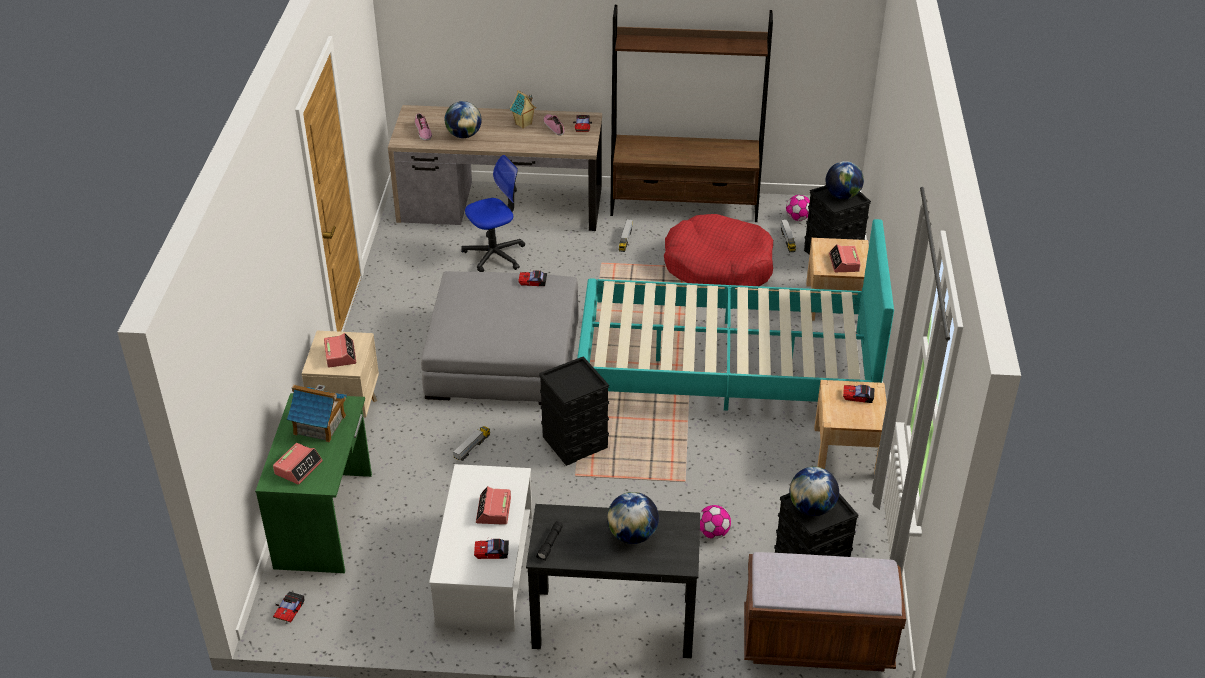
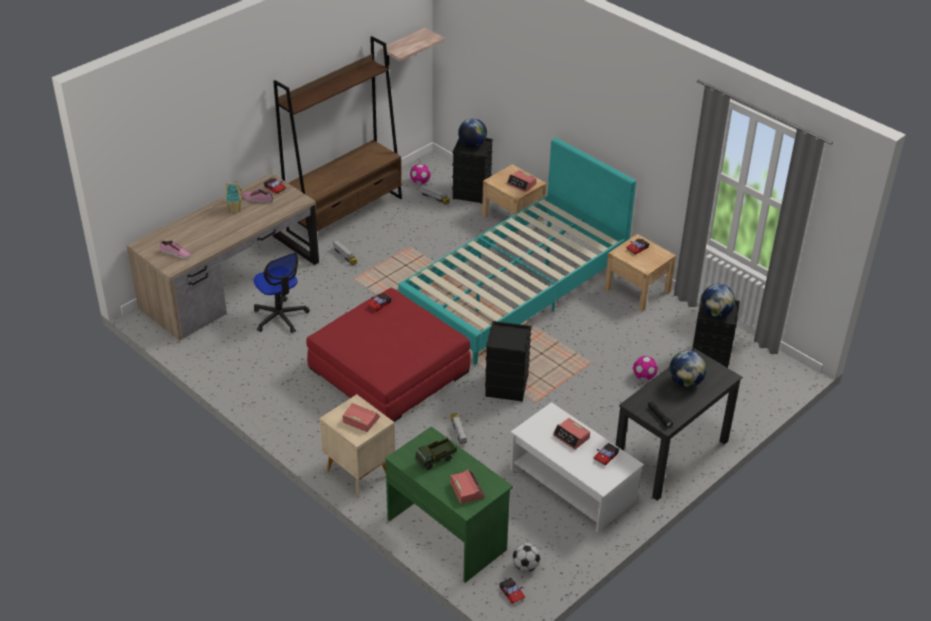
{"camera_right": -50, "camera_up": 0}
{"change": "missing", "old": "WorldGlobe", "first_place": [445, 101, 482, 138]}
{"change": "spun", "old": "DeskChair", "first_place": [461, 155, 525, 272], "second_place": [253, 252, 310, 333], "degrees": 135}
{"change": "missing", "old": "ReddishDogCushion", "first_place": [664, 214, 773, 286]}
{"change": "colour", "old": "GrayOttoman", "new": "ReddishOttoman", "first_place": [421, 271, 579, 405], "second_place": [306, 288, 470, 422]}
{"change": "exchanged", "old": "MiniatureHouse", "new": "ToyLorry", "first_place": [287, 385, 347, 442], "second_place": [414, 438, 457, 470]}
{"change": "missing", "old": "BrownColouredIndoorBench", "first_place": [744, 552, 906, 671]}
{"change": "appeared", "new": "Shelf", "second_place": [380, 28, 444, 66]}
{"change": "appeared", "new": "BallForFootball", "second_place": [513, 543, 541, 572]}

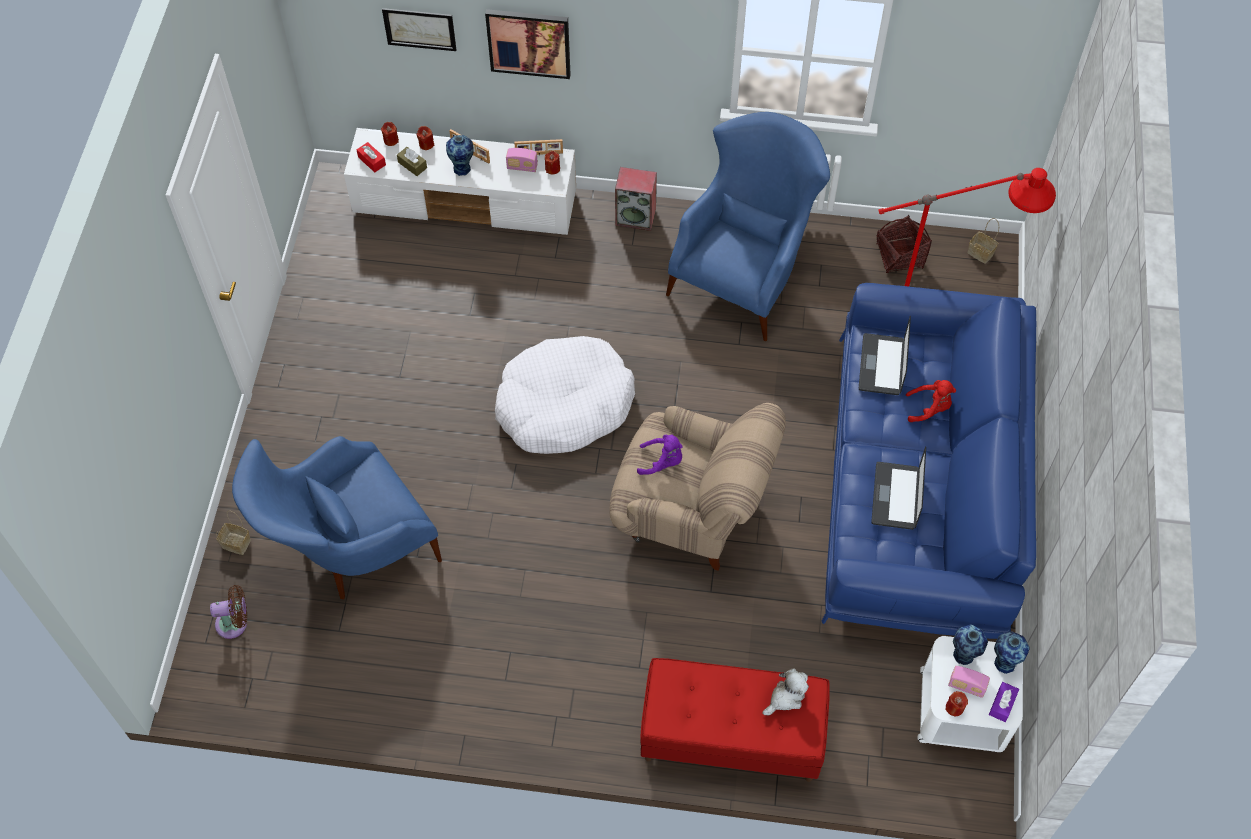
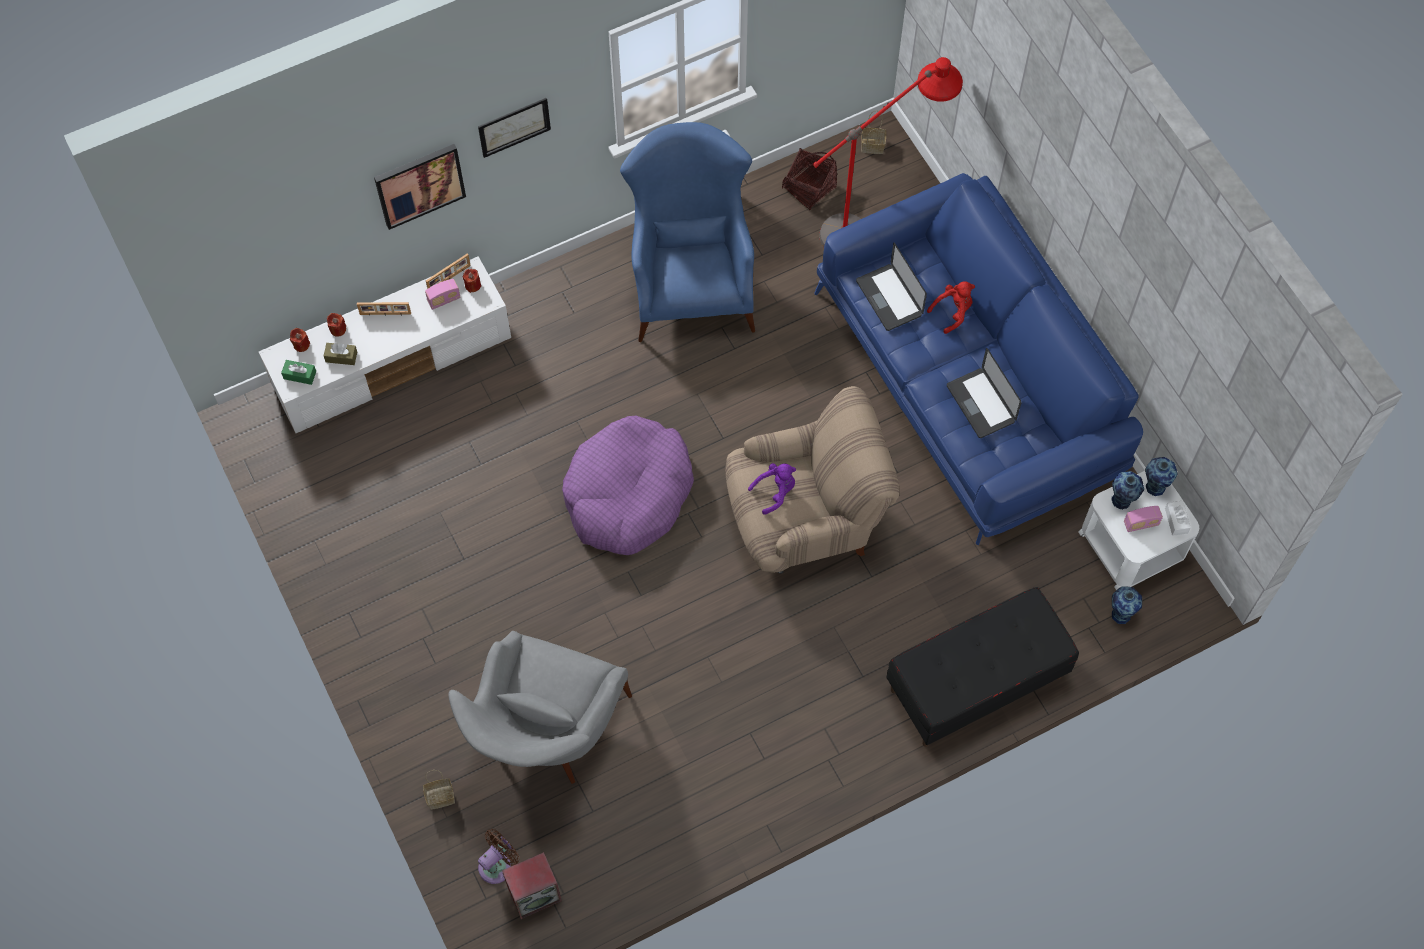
{"camera_right": -35, "camera_up": 5}
{"change": "relocated", "old": "WallPicture", "first_place": [382, 8, 456, 51], "second_place": [478, 98, 551, 158]}
{"change": "relocated", "old": "Vase", "first_place": [446, 135, 474, 176], "second_place": [1112, 586, 1142, 624]}
{"change": "colour", "old": "ReddishTissueHolder", "new": "GreenTissueHolder", "first_place": [357, 142, 386, 172], "second_place": [281, 360, 316, 385]}
{"change": "relocated", "old": "Speaker", "first_place": [615, 167, 657, 231], "second_place": [502, 852, 562, 919]}
{"change": "colour", "old": "WhiteDogCushion", "new": "PurplishDogCushion", "first_place": [495, 336, 635, 454], "second_place": [562, 416, 694, 555]}
{"change": "colour", "old": "BlueColouredLoungeChair", "new": "GrayLoungeChair", "first_place": [232, 436, 442, 599], "second_place": [449, 631, 632, 784]}
{"change": "colour", "old": "ReddishIndoorBench", "new": "BlackIndoorBench", "first_place": [640, 658, 830, 782], "second_place": [886, 587, 1079, 747]}
{"change": "missing", "old": "PlushToy", "first_place": [762, 668, 809, 715]}
{"change": "colour", "old": "PurplishTissueHolder", "new": "WhiteTissueHolder", "first_place": [989, 682, 1019, 722], "second_place": [1165, 501, 1191, 536]}
{"change": "missing", "old": "ReddishCandle", "first_place": [945, 691, 968, 716]}

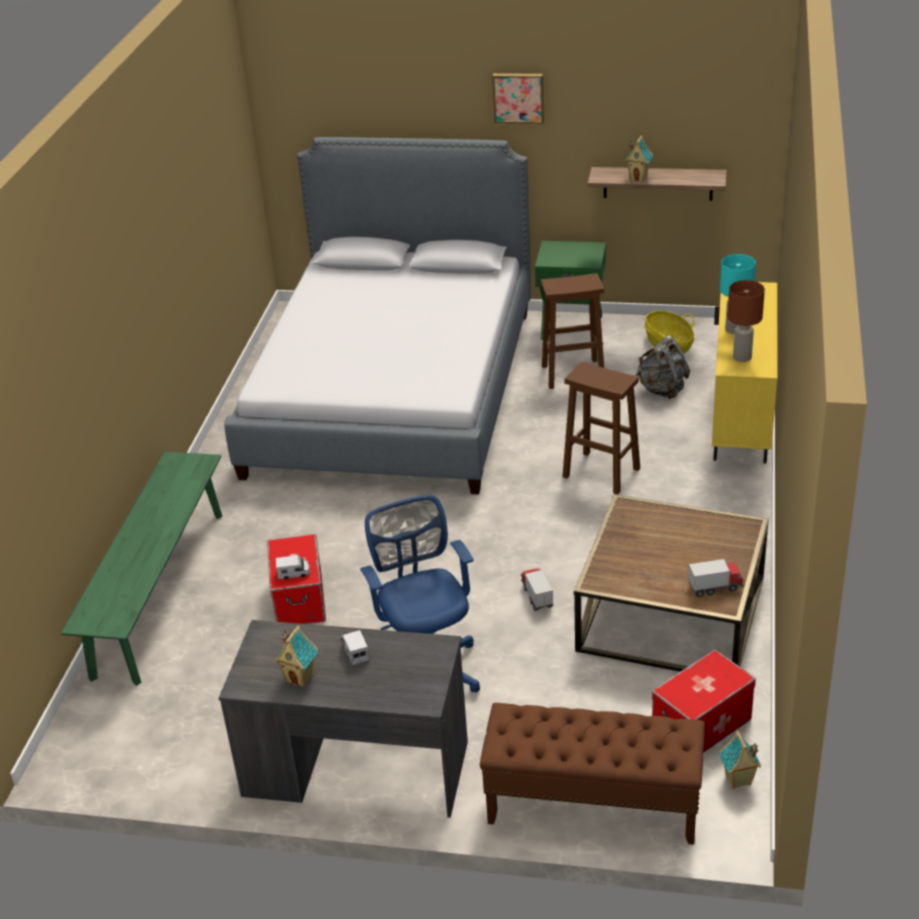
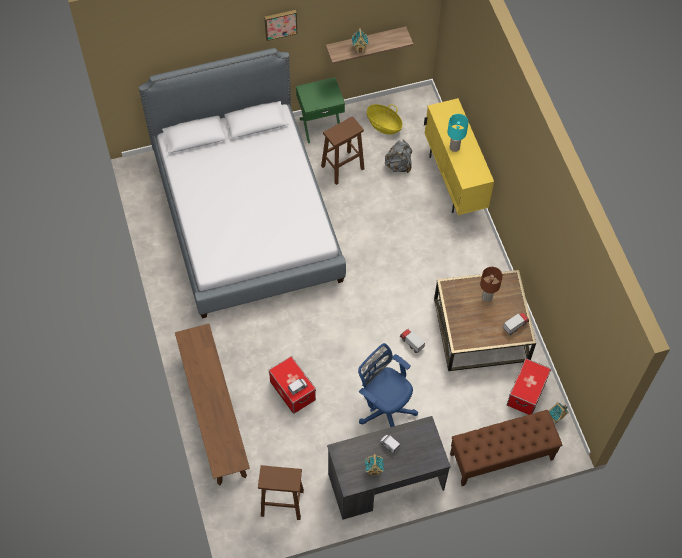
{"camera_right": -30, "camera_up": 25}
{"change": "relocated", "old": "BrownColouredTabletopLamp", "first_place": [728, 280, 765, 362], "second_place": [480, 267, 503, 302]}
{"change": "relocated", "old": "BrownColouredStoolSeat", "first_place": [562, 362, 640, 495], "second_place": [258, 465, 304, 520]}
{"change": "colour", "old": "GreenIndoorBench", "new": "BrownColouredIndoorBench", "first_place": [61, 452, 222, 686], "second_place": [175, 324, 250, 485]}

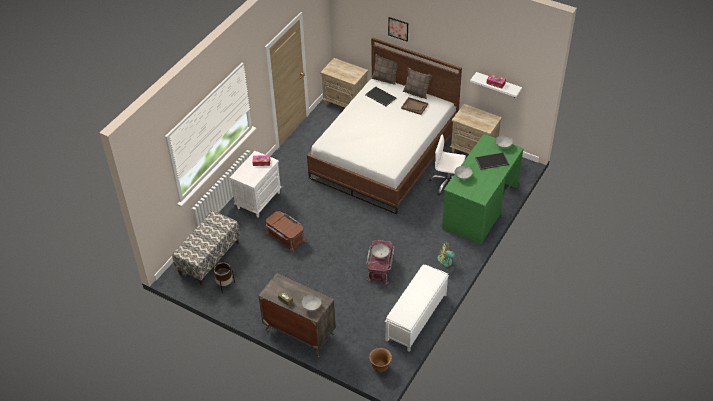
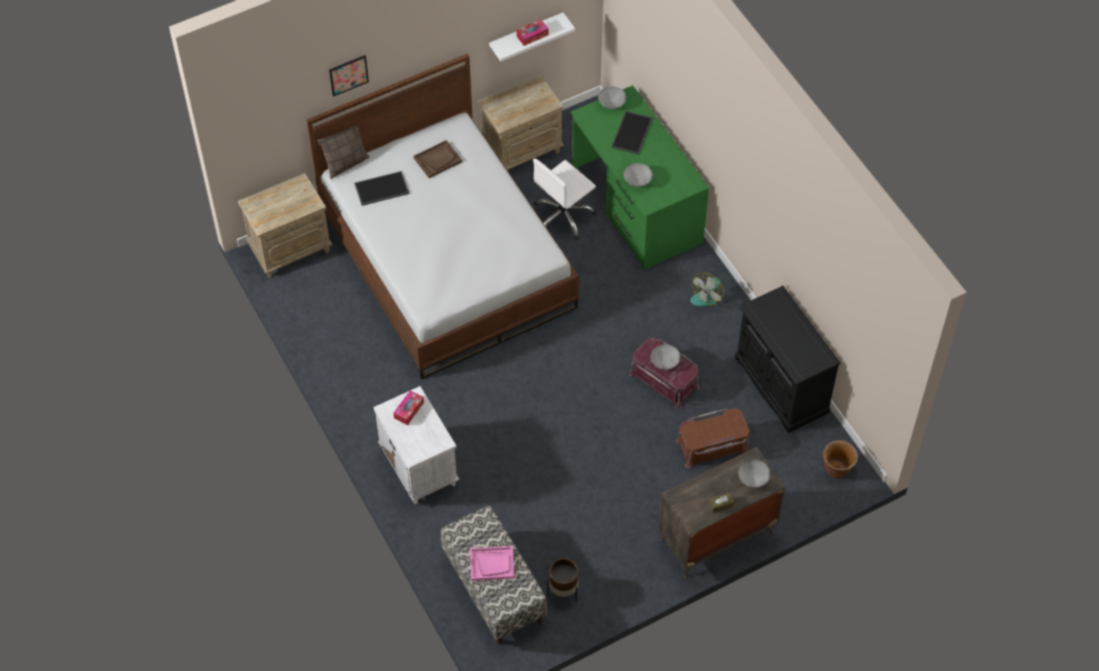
{"camera_right": -60, "camera_up": 10}
{"change": "missing", "old": "Cushion", "first_place": [403, 68, 432, 99]}
{"change": "relocated", "old": "BrownColouredStorageBin", "first_place": [266, 211, 306, 252], "second_place": [675, 408, 750, 469]}
{"change": "exchanged", "old": "WhiteIndoorBench", "new": "BlackCupboard", "first_place": [385, 264, 449, 352], "second_place": [735, 286, 841, 433]}
{"change": "appeared", "new": "PinkishCarryingTray", "second_place": [470, 546, 514, 581]}

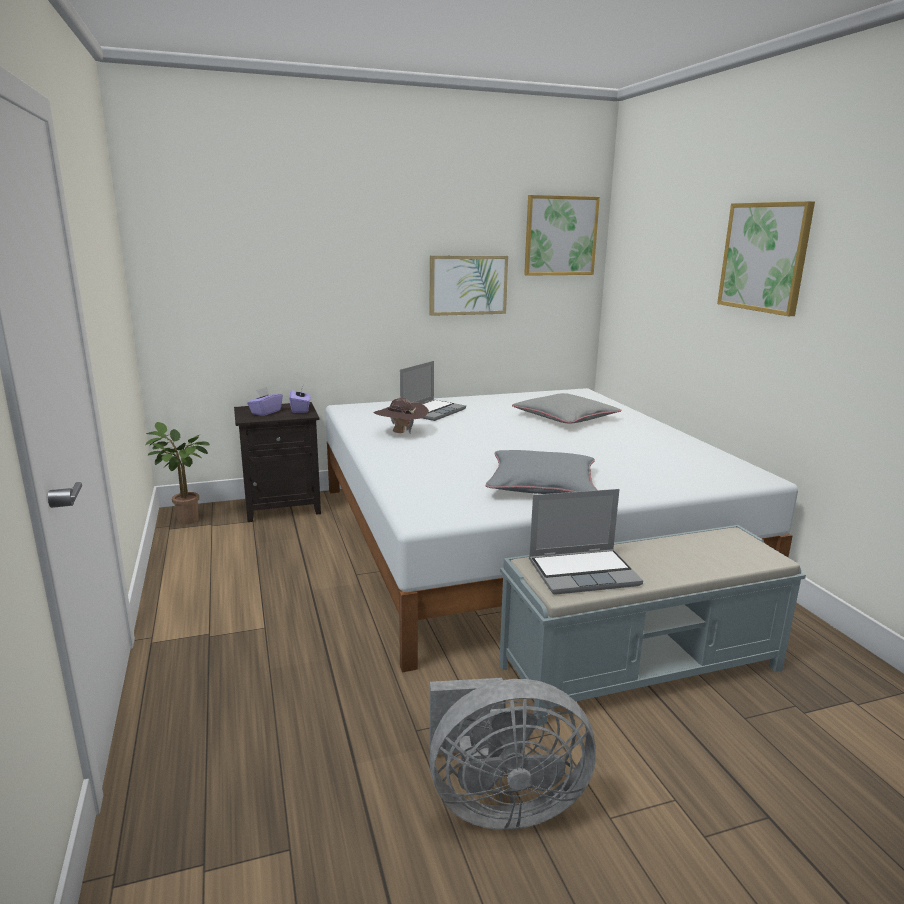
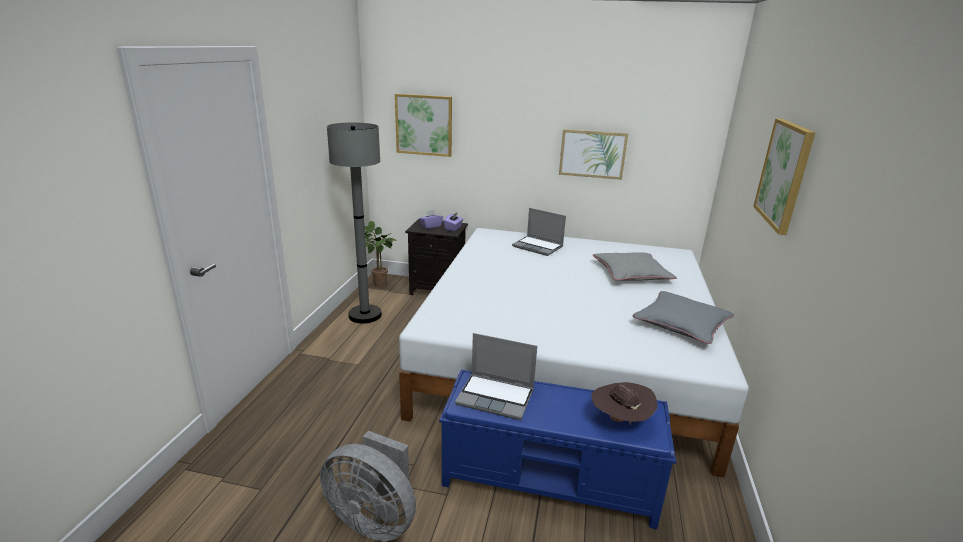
{"camera_right": 30, "camera_up": 5}
{"change": "relocated", "old": "WallPicture", "first_place": [524, 195, 600, 276], "second_place": [395, 94, 452, 157]}
{"change": "spun", "old": "NotebookComputer", "first_place": [400, 361, 466, 421], "second_place": [512, 208, 566, 256], "degrees": 60}
{"change": "relocated", "old": "BrownColouredWearableHat", "first_place": [373, 398, 429, 433], "second_place": [591, 382, 658, 425]}
{"change": "relocated", "old": "GrayCushion", "first_place": [486, 450, 597, 494], "second_place": [633, 291, 734, 344]}
{"change": "colour", "old": "GrayIndoorBench", "new": "BlueColouredIndoorBench", "first_place": [499, 525, 806, 726], "second_place": [439, 370, 676, 529]}
{"change": "appeared", "new": "GrayStandingLamp", "second_place": [327, 122, 382, 323]}

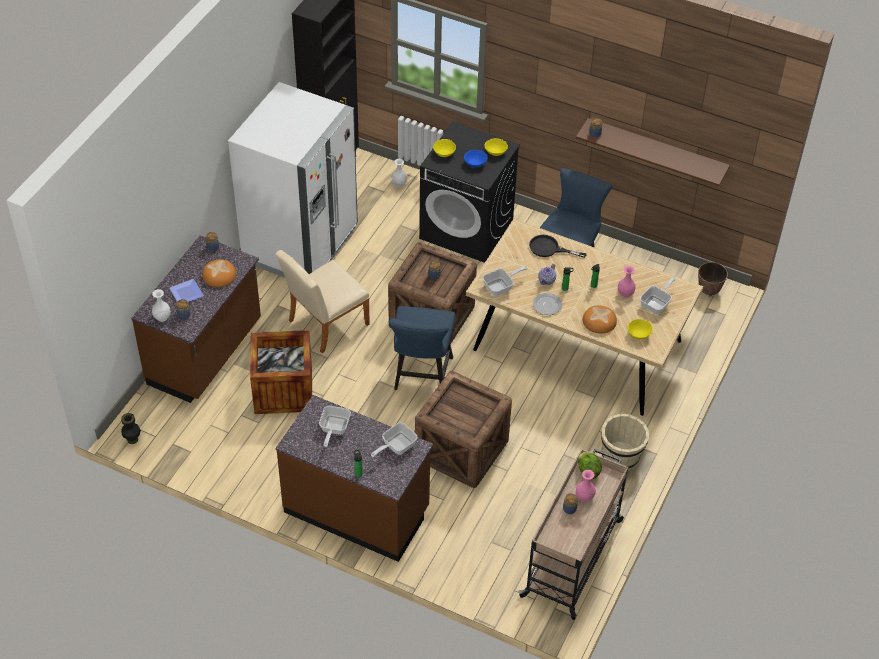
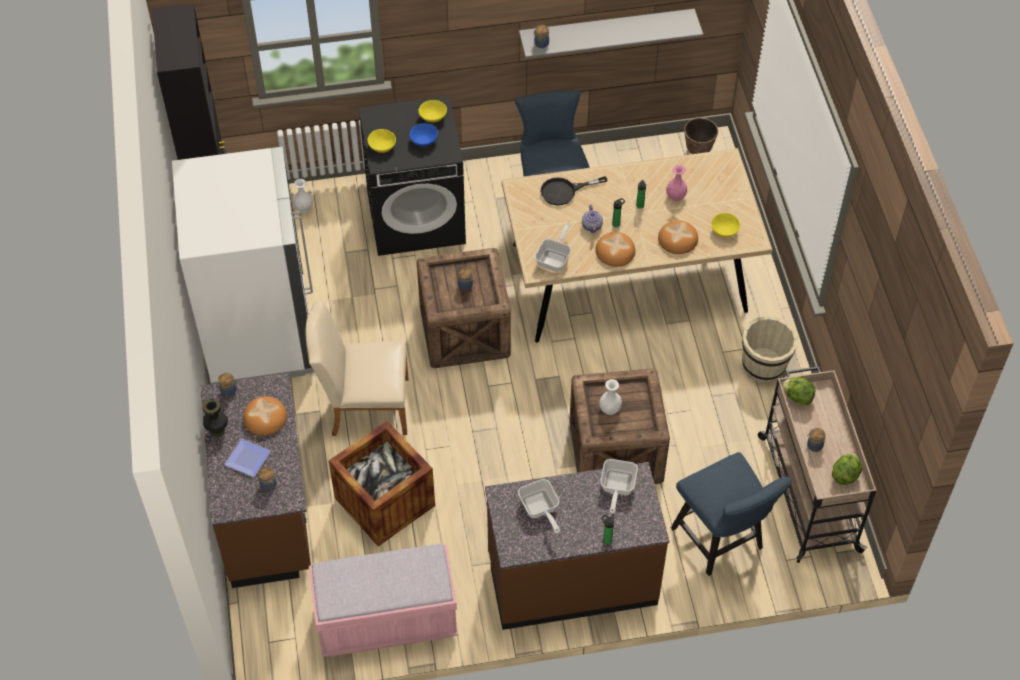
{"camera_right": -35, "camera_up": 5}
{"change": "colour", "old": "BrownColouredShelf", "new": "GrayShelf", "first_place": [576, 118, 730, 186], "second_place": [519, 9, 703, 58]}
{"change": "spun", "old": "SandColouredUprightChair", "first_place": [275, 250, 370, 353], "second_place": [305, 301, 408, 436], "degrees": 75}
{"change": "missing", "old": "Skillet", "first_place": [640, 277, 676, 314]}
{"change": "relocated", "old": "WhiteVase", "first_place": [152, 289, 171, 322], "second_place": [599, 379, 622, 415]}
{"change": "exchanged", "old": "DinnerPlate", "new": "Bread", "first_place": [533, 293, 562, 315], "second_place": [595, 232, 635, 267]}
{"change": "relocated", "old": "BlueColouredUprightChair", "first_place": [389, 306, 456, 390], "second_place": [671, 452, 792, 576]}
{"change": "relocated", "old": "BlackVase", "first_place": [121, 413, 141, 444], "second_place": [203, 399, 228, 437]}
{"change": "missing", "old": "PinkishVase", "first_place": [576, 470, 596, 502]}
{"change": "appeared", "new": "LettuceHead", "second_place": [832, 453, 862, 485]}
{"change": "appeared", "new": "PinkishIndoorBench", "second_place": [309, 544, 458, 657]}

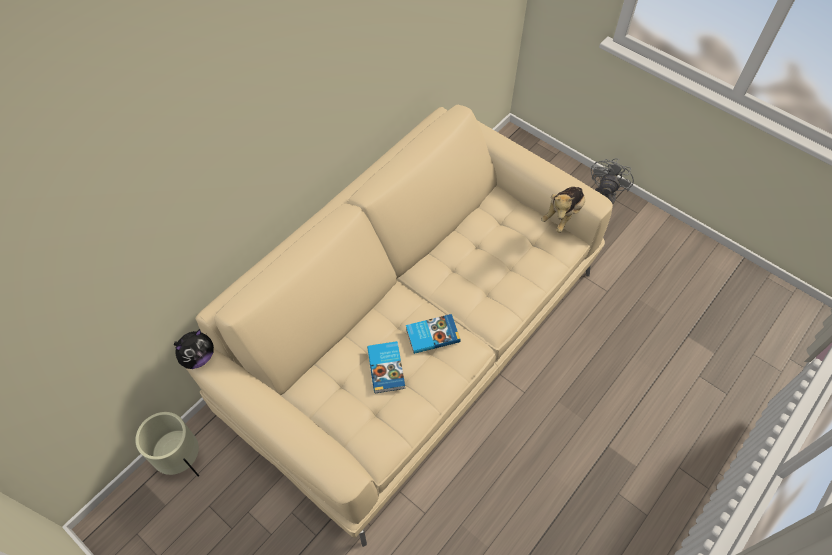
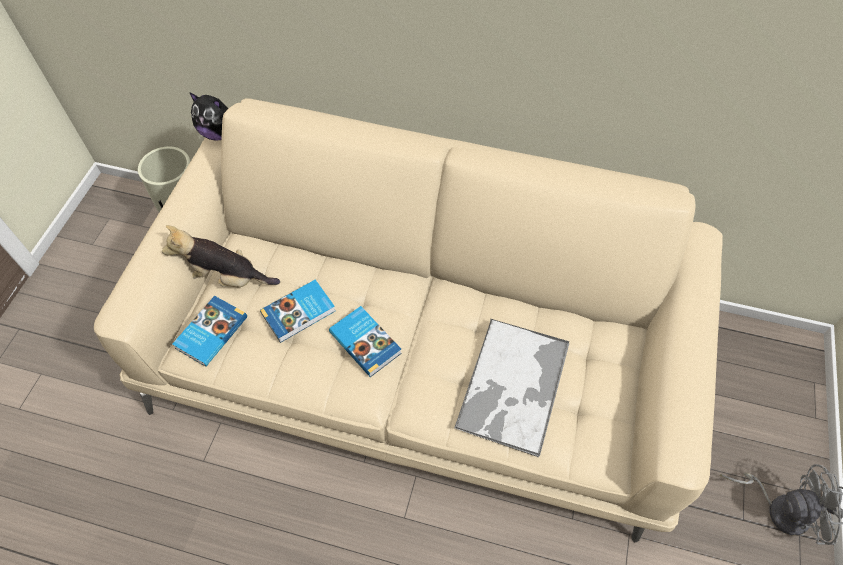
{"camera_right": 65, "camera_up": 0}
{"change": "relocated", "old": "PlushToy", "first_place": [541, 187, 585, 233], "second_place": [162, 225, 280, 287]}
{"change": "appeared", "new": "Book", "second_place": [172, 296, 247, 367]}
{"change": "appeared", "new": "CarryingTray", "second_place": [454, 318, 569, 458]}

